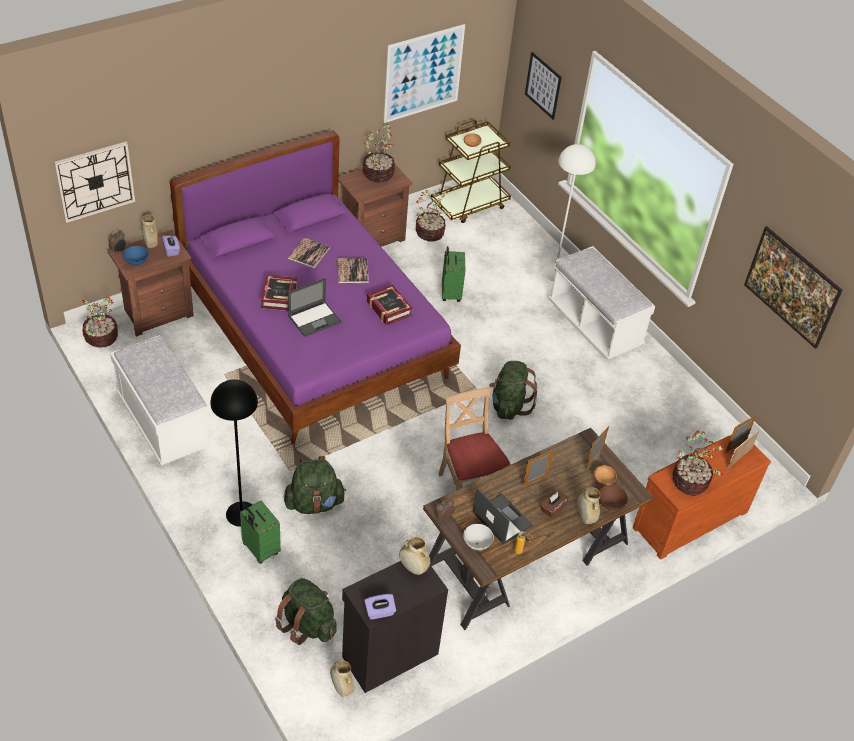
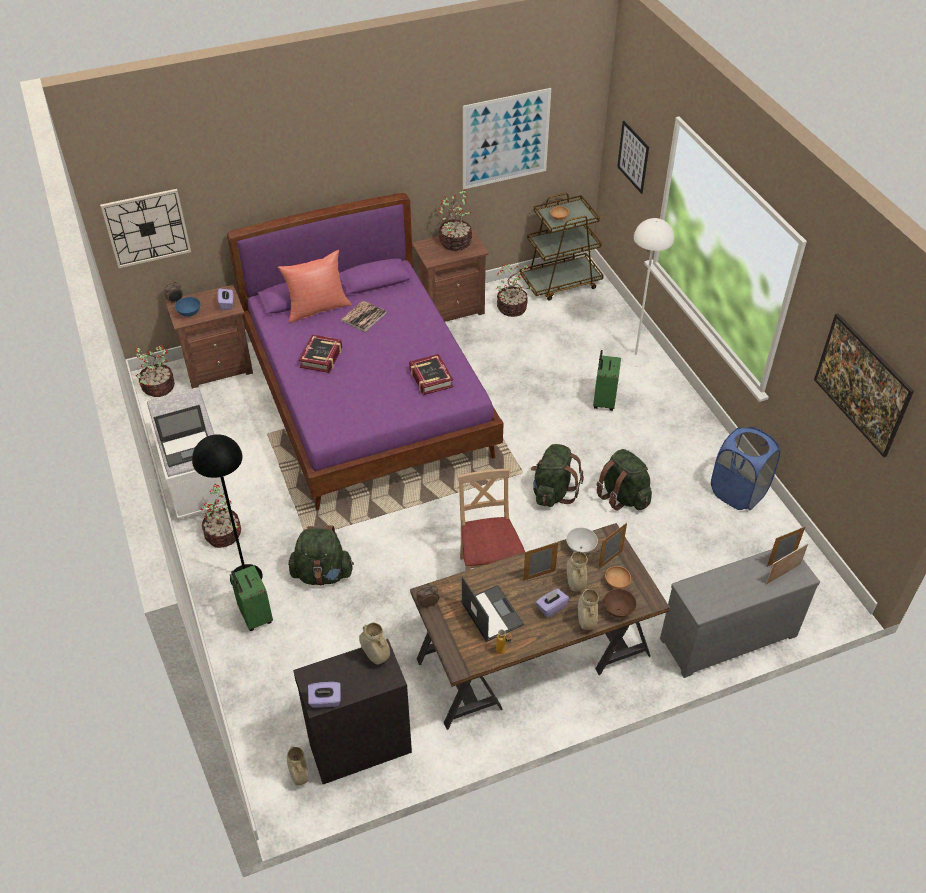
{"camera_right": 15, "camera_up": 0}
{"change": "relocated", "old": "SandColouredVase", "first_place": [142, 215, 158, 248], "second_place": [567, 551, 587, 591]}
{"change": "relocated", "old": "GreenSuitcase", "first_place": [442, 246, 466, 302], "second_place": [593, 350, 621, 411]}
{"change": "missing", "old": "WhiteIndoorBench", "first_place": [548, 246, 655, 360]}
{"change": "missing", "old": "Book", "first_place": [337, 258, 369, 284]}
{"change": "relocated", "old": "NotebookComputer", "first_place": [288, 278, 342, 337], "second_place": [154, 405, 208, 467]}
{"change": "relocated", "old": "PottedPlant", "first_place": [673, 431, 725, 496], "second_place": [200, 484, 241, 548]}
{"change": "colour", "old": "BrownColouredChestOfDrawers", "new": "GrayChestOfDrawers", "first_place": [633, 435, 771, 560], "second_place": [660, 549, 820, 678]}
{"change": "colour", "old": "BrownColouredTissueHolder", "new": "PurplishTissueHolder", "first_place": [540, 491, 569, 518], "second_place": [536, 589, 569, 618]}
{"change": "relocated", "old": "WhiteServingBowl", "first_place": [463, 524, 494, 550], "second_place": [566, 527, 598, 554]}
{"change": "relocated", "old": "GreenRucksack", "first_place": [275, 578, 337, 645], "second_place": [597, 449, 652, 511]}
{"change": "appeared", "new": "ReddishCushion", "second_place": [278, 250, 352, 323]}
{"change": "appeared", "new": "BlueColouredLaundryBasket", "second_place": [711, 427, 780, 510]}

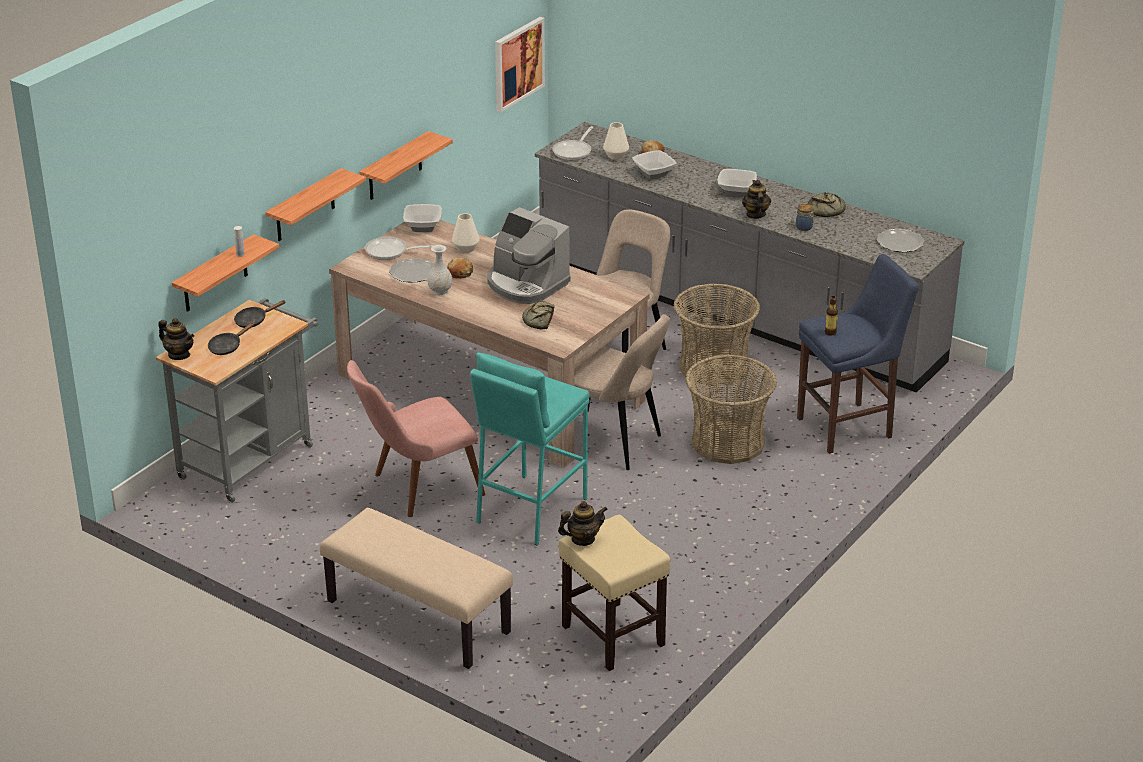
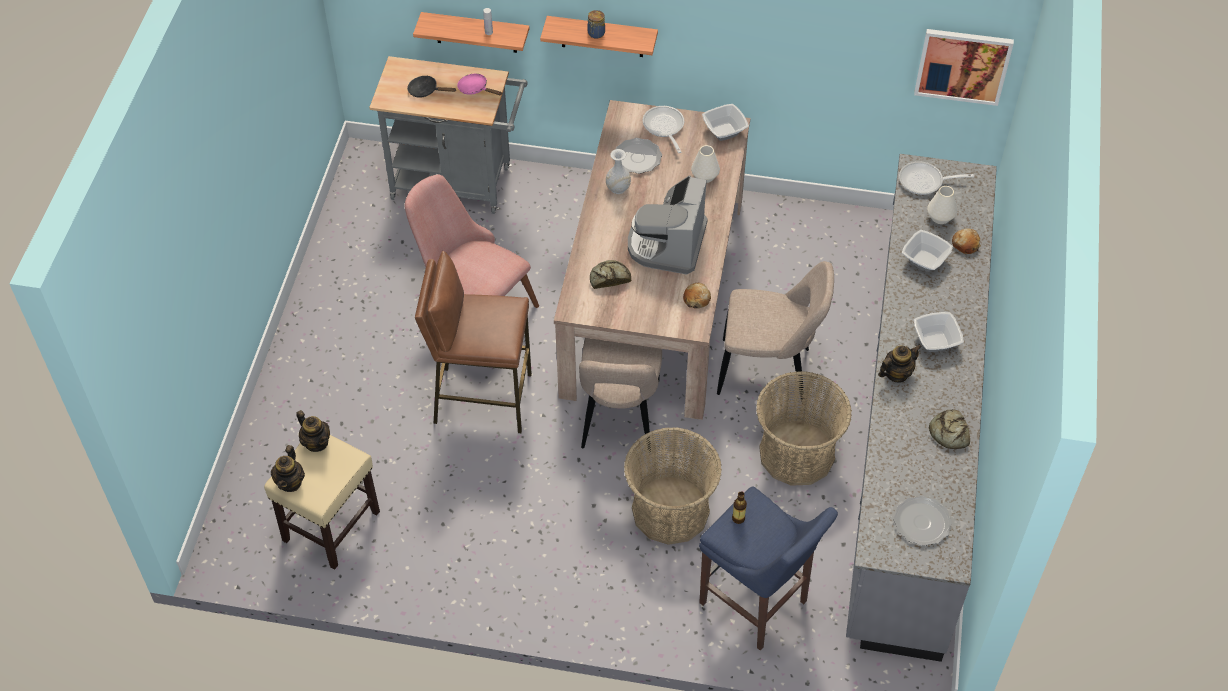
{"camera_right": 65, "camera_up": 20}
{"change": "missing", "old": "Shelf", "first_place": [359, 131, 453, 200]}
{"change": "relocated", "old": "PreserveJar", "first_place": [796, 204, 814, 231], "second_place": [587, 10, 605, 38]}
{"change": "relocated", "old": "Bread", "first_place": [447, 257, 473, 279], "second_place": [683, 283, 711, 309]}
{"change": "colour", "old": "BlackSkillet", "new": "PinkishSkillet", "first_place": [234, 300, 286, 328], "second_place": [457, 74, 502, 95]}
{"change": "relocated", "old": "TeaPot", "first_place": [159, 318, 194, 360], "second_place": [271, 445, 305, 492]}
{"change": "colour", "old": "TurquoiseColouredStoolSeat", "new": "BrownColouredStoolSeat", "first_place": [470, 352, 590, 545], "second_place": [415, 251, 532, 433]}
{"change": "missing", "old": "SandColouredIndoorBench", "first_place": [320, 508, 513, 669]}

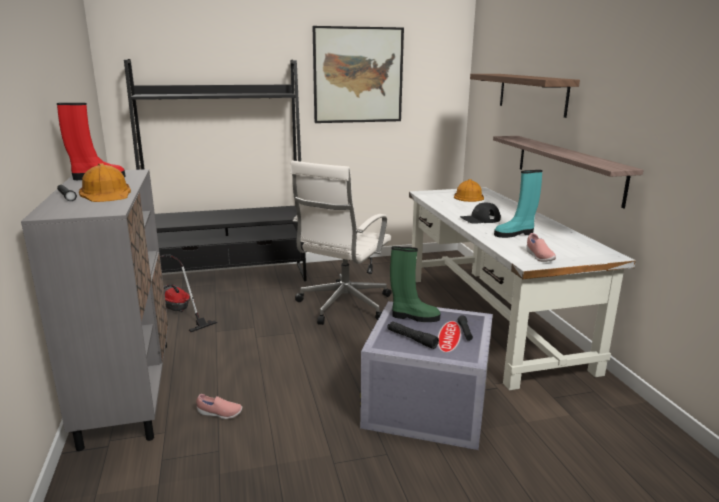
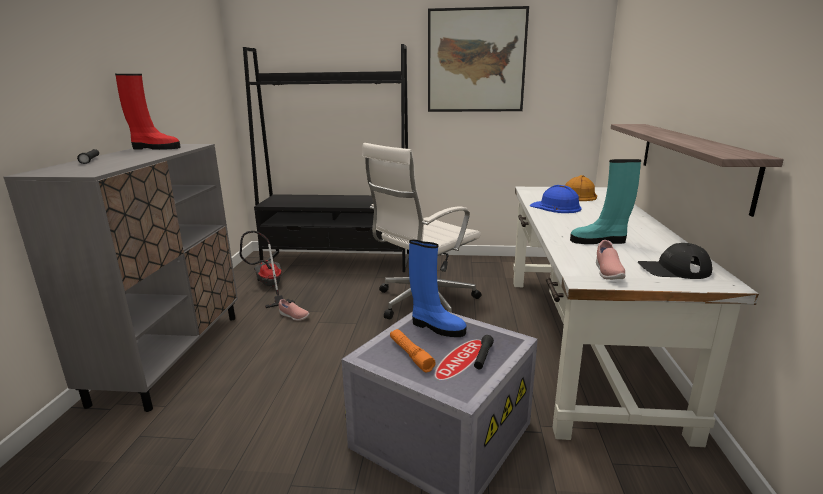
{"camera_right": 20, "camera_up": 0}
{"change": "missing", "old": "Shelf", "first_place": [470, 74, 580, 118]}
{"change": "missing", "old": "OrangeHardHat", "first_place": [79, 163, 131, 202]}
{"change": "relocated", "old": "BlackPeakedCap", "first_place": [460, 202, 501, 224], "second_place": [638, 243, 713, 279]}
{"change": "colour", "old": "GreenHighTopBoot", "new": "BlueColouredHighTopBoot", "first_place": [390, 246, 440, 322], "second_place": [409, 240, 466, 337]}
{"change": "colour", "old": "BlackTorch", "new": "OrangeTorch", "first_place": [387, 321, 439, 349], "second_place": [390, 329, 436, 372]}
{"change": "relocated", "old": "PinkishLowShoe", "first_place": [196, 394, 242, 419], "second_place": [279, 299, 310, 321]}
{"change": "appeared", "new": "BlueColouredHardHat", "second_place": [530, 185, 582, 213]}

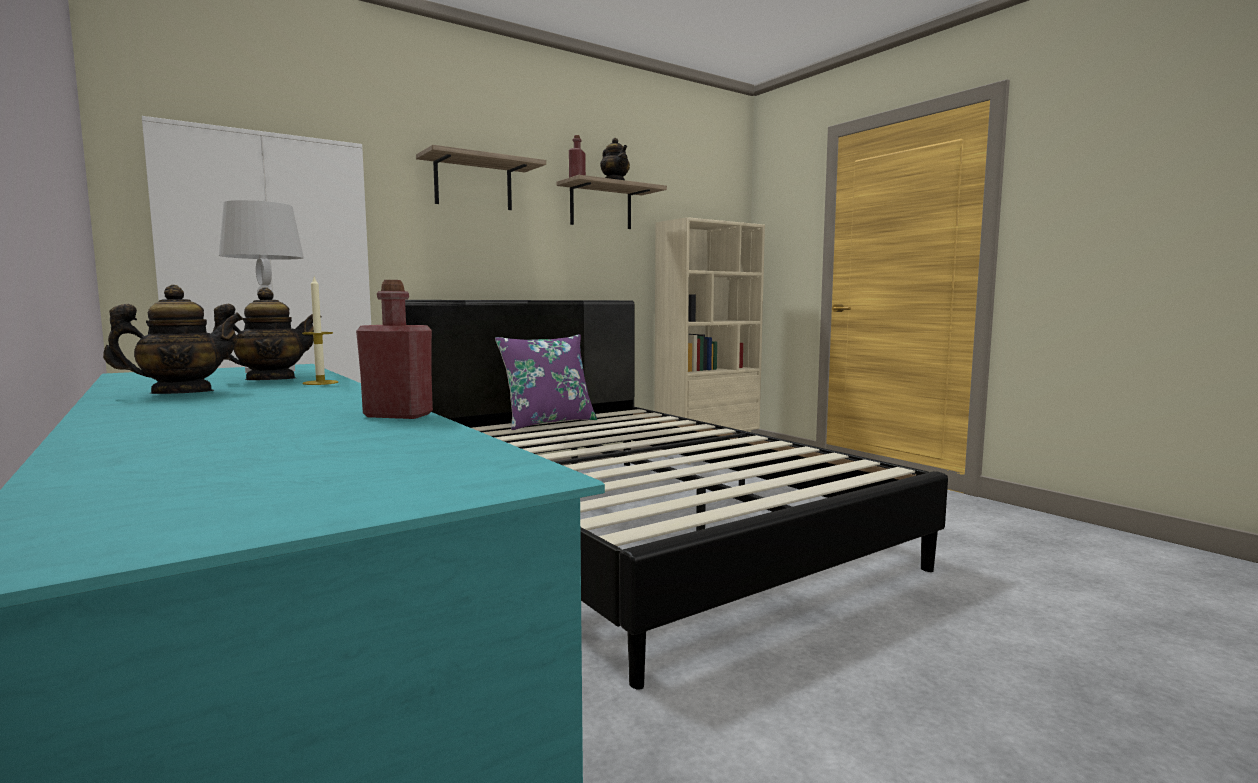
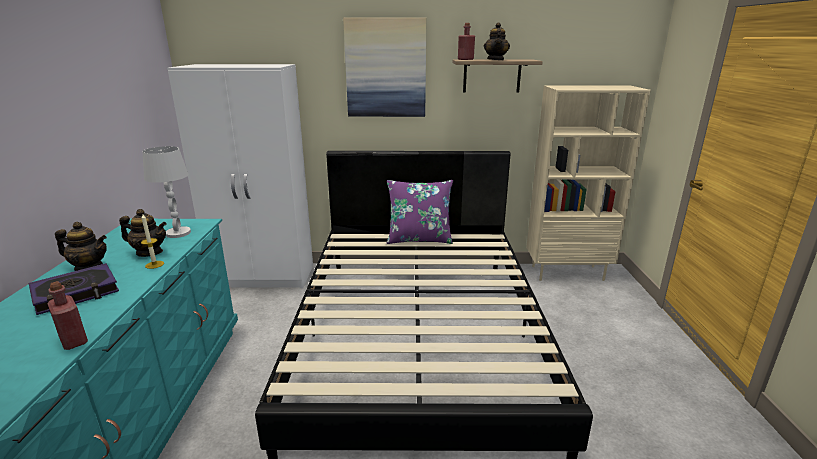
{"camera_right": 35, "camera_up": 15}
{"change": "exchanged", "old": "Shelf", "new": "WallPicture", "first_place": [416, 145, 546, 210], "second_place": [343, 17, 426, 117]}
{"change": "appeared", "new": "Book", "second_place": [29, 263, 119, 315]}

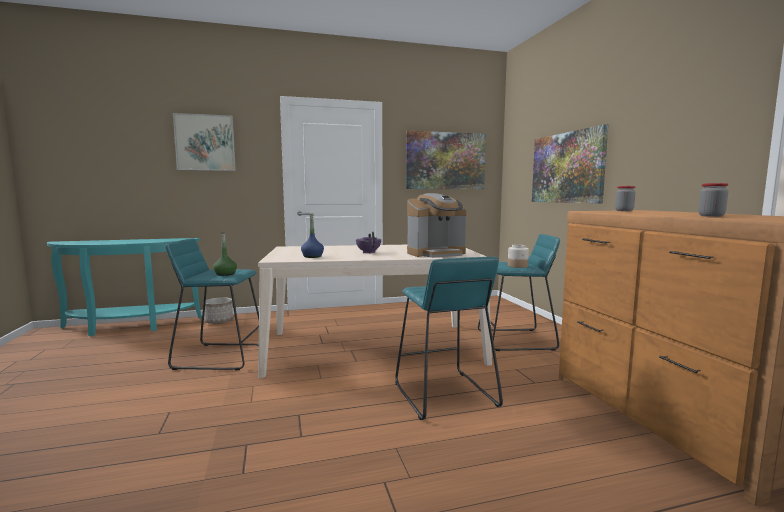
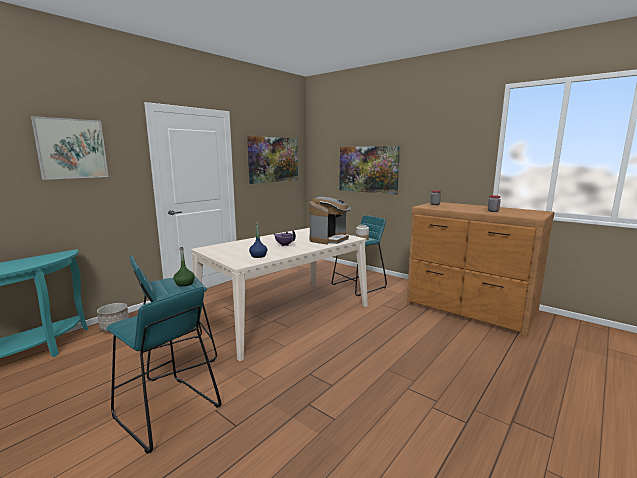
{"camera_right": -35, "camera_up": 5}
{"change": "relocated", "old": "TurquoiseColouredStoolSeat", "first_place": [395, 257, 503, 420], "second_place": [106, 287, 221, 454]}

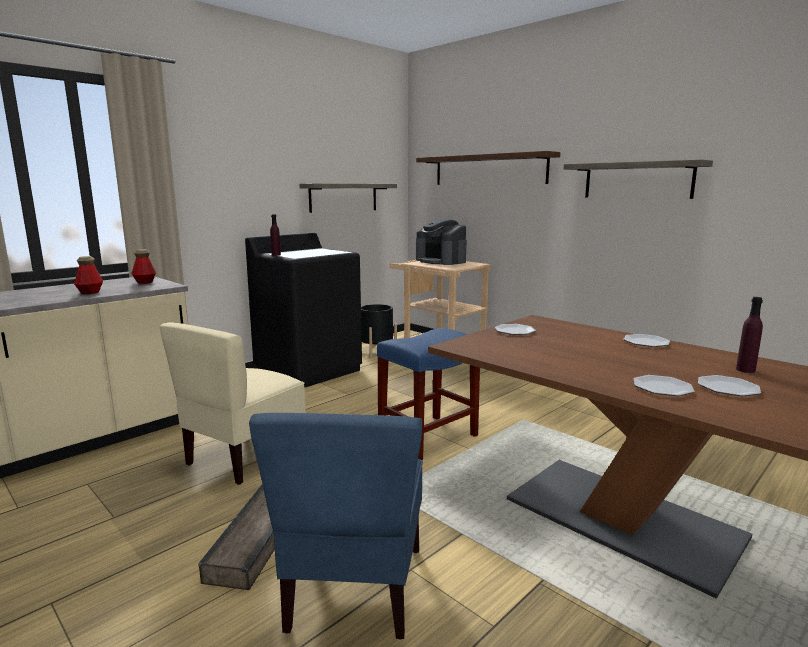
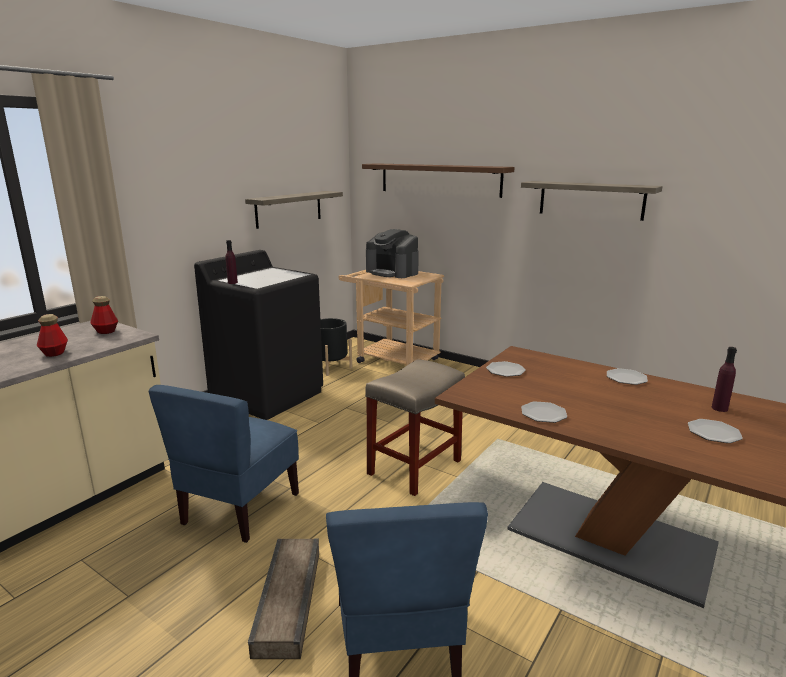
{"camera_right": -10, "camera_up": 5}
{"change": "colour", "old": "SandColouredUprightChair", "new": "BlueColouredUprightChair", "first_place": [160, 322, 306, 485], "second_place": [149, 385, 299, 543]}
{"change": "colour", "old": "BlueColouredStoolSeat", "new": "SandColouredStoolSeat", "first_place": [377, 328, 480, 460], "second_place": [365, 359, 465, 496]}
{"change": "relocated", "old": "DinnerPlate", "first_place": [633, 375, 694, 396], "second_place": [521, 401, 567, 423]}

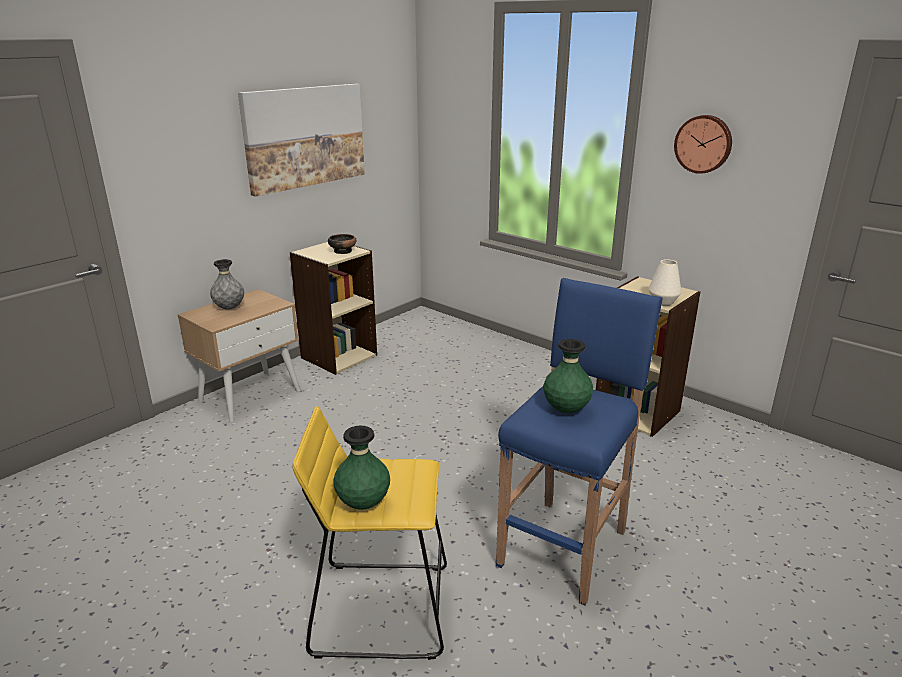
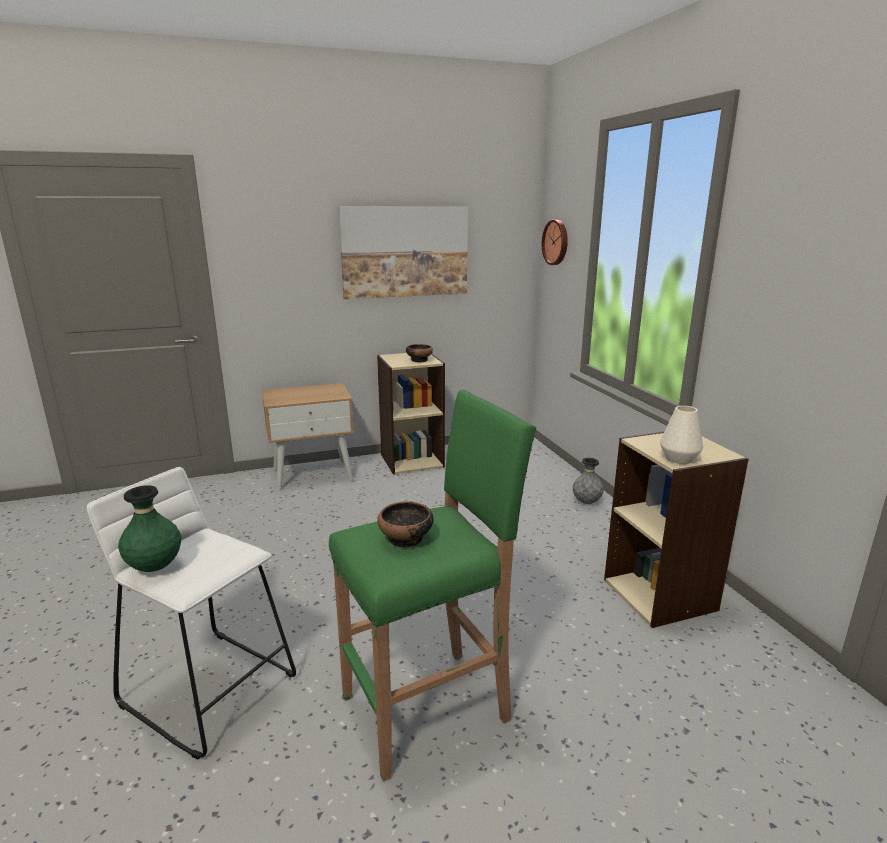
{"camera_right": 30, "camera_up": -5}
{"change": "relocated", "old": "HangingClock", "first_place": [674, 115, 732, 174], "second_place": [542, 220, 568, 265]}
{"change": "relocated", "old": "GrayVase", "first_place": [210, 259, 244, 310], "second_place": [573, 458, 604, 504]}
{"change": "colour", "old": "BlueColouredStoolSeat", "new": "GreenStoolSeat", "first_place": [496, 278, 663, 606], "second_place": [329, 390, 536, 782]}
{"change": "exchanged", "old": "GreenVase", "new": "ServingBowl", "first_place": [543, 339, 593, 413], "second_place": [377, 502, 434, 548]}
{"change": "colour", "old": "YellowStoolSeat", "new": "WhiteStoolSeat", "first_place": [293, 406, 447, 660], "second_place": [87, 467, 296, 759]}

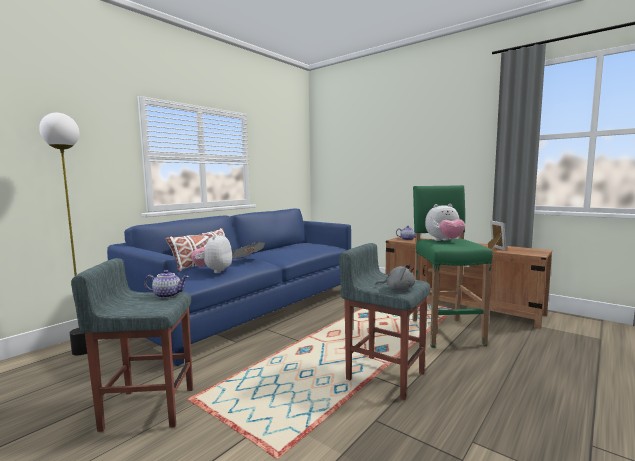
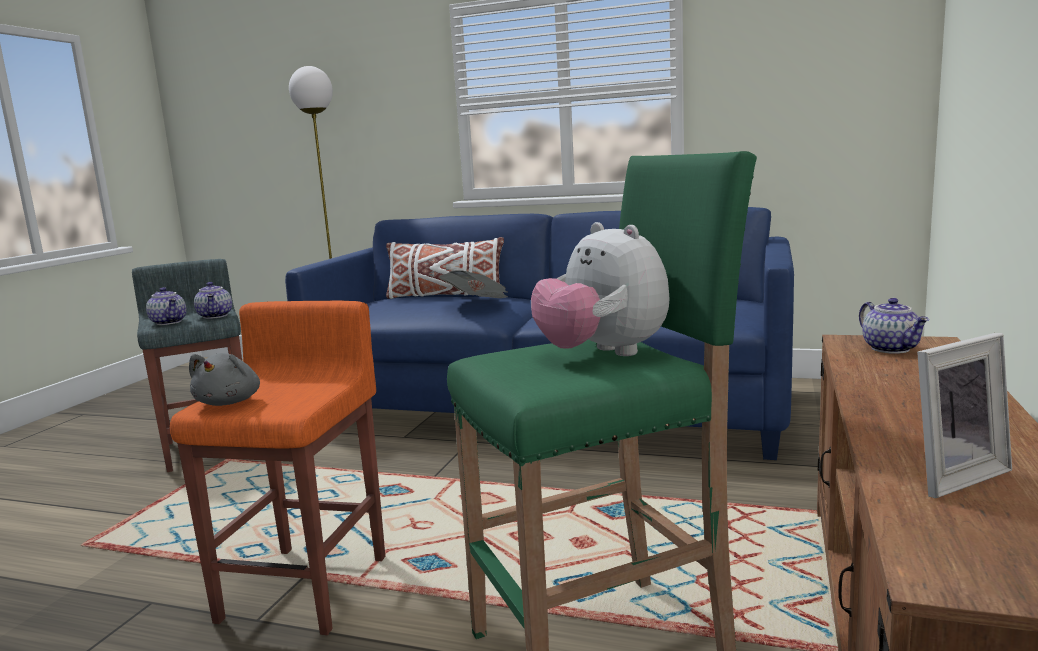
{"camera_right": 70, "camera_up": 5}
{"change": "missing", "old": "PlushToy", "first_place": [191, 233, 232, 273]}
{"change": "colour", "old": "GrayStoolSeat", "new": "OrangeStoolSeat", "first_place": [339, 243, 431, 400], "second_place": [170, 300, 385, 635]}
{"change": "appeared", "new": "TeaPot", "second_place": [146, 287, 187, 325]}

